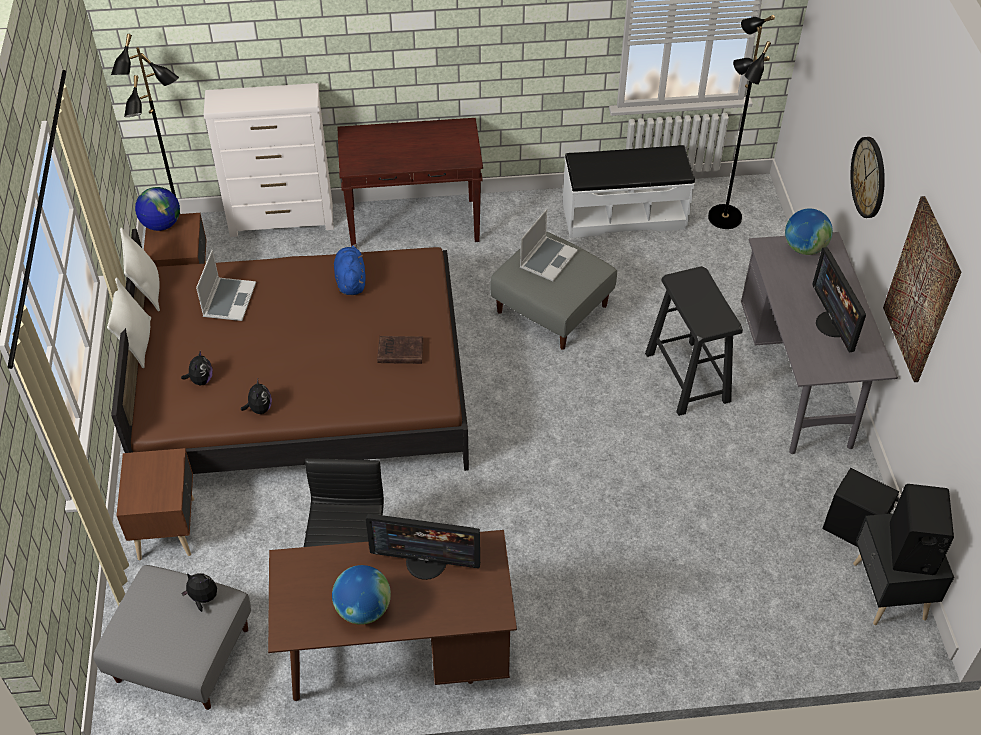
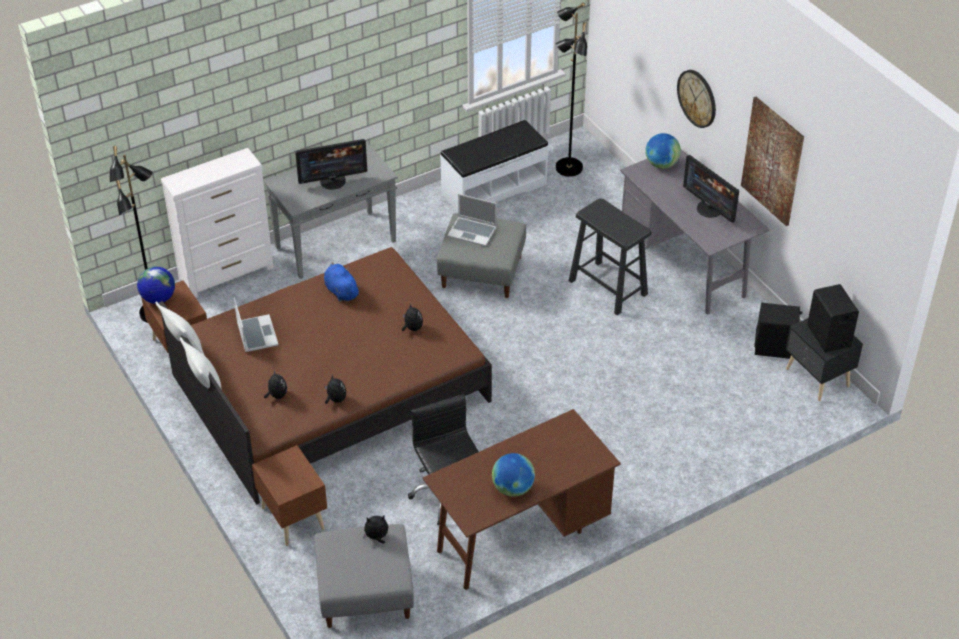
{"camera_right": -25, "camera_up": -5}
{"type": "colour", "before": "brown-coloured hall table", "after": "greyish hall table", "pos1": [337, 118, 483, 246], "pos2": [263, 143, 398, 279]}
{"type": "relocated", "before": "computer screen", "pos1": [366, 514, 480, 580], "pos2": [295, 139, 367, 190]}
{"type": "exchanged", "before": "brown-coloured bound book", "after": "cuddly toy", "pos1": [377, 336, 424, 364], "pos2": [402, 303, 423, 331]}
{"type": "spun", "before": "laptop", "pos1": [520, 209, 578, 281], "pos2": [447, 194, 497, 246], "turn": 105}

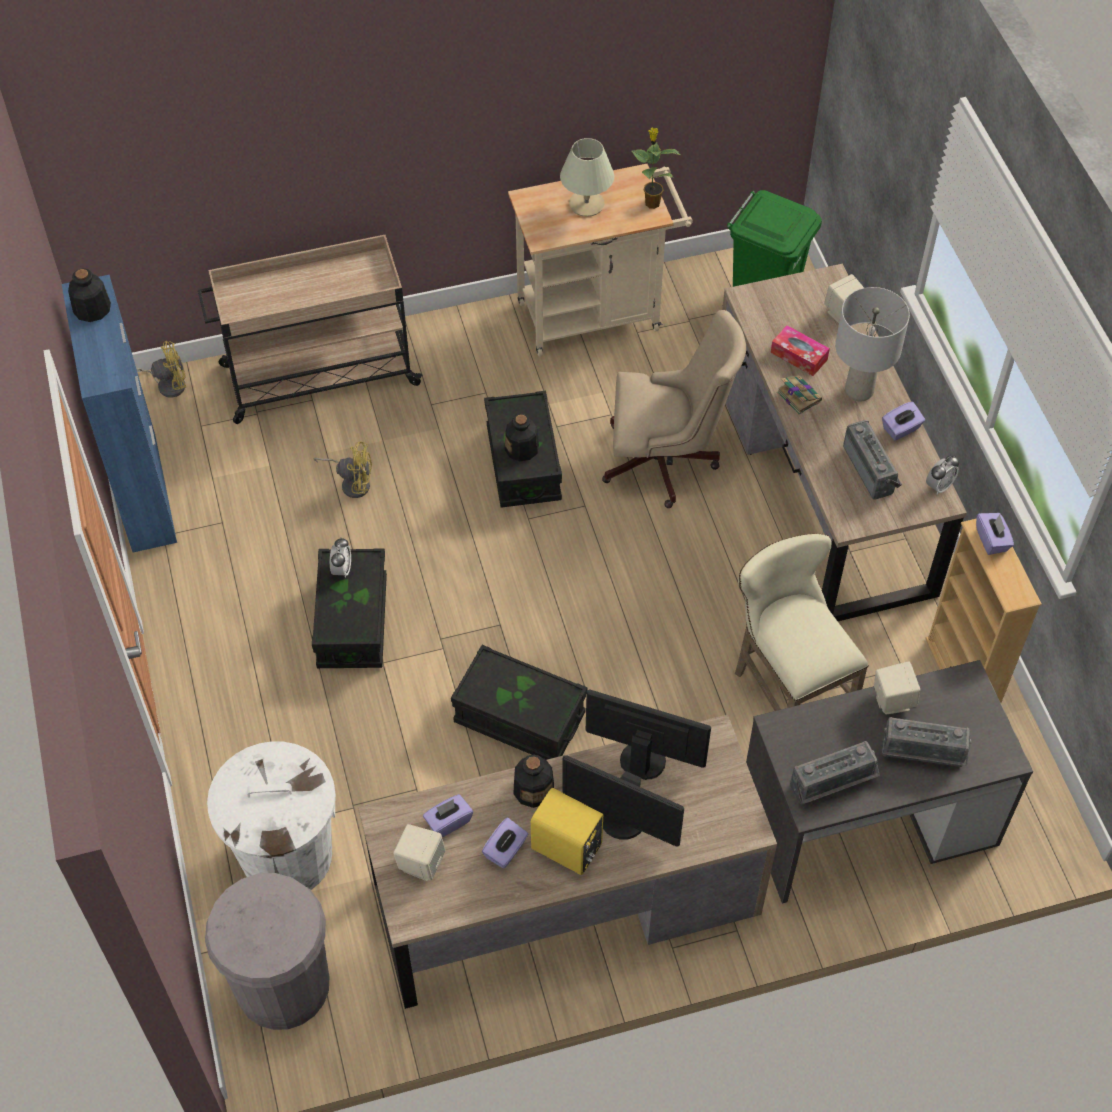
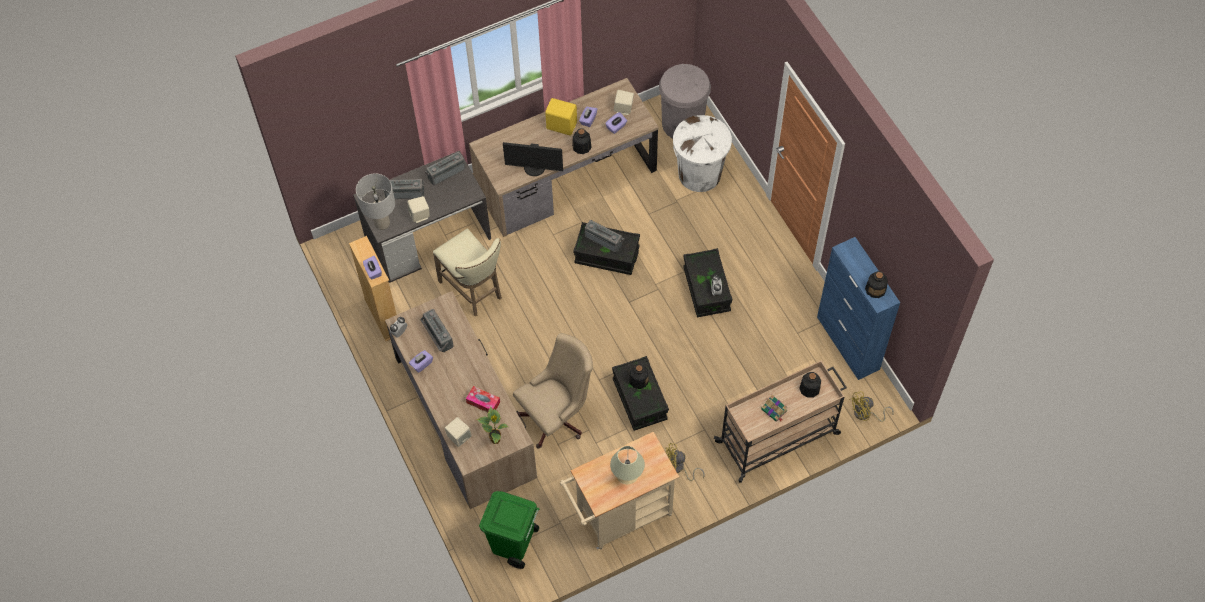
{"camera_right": 170, "camera_up": 5}
{"type": "relocated", "before": "greyish tabletop lamp", "pos1": [835, 287, 910, 402], "pos2": [356, 173, 395, 230]}
{"type": "relocated", "before": "plant in a pot", "pos1": [632, 128, 680, 209], "pos2": [477, 407, 508, 444]}
{"type": "spun", "before": "sand-coloured computer chair", "pos1": [602, 310, 746, 508], "pos2": [513, 333, 593, 449], "turn": 150}
{"type": "appeared", "after": "radio", "pos2": [585, 220, 624, 253]}
{"type": "relocated", "before": "yellow electric fan", "pos1": [314, 441, 372, 498], "pos2": [665, 443, 705, 481]}
{"type": "relocated", "before": "bound book", "pos1": [777, 375, 822, 415], "pos2": [761, 395, 787, 421]}
{"type": "appeared", "after": "beverage bottle", "pos2": [799, 372, 821, 398]}
{"type": "missing", "before": "computer screen", "pos1": [562, 755, 684, 847]}

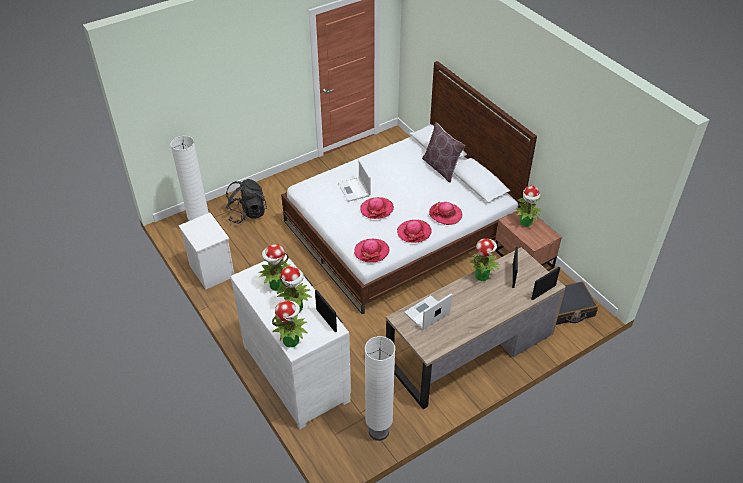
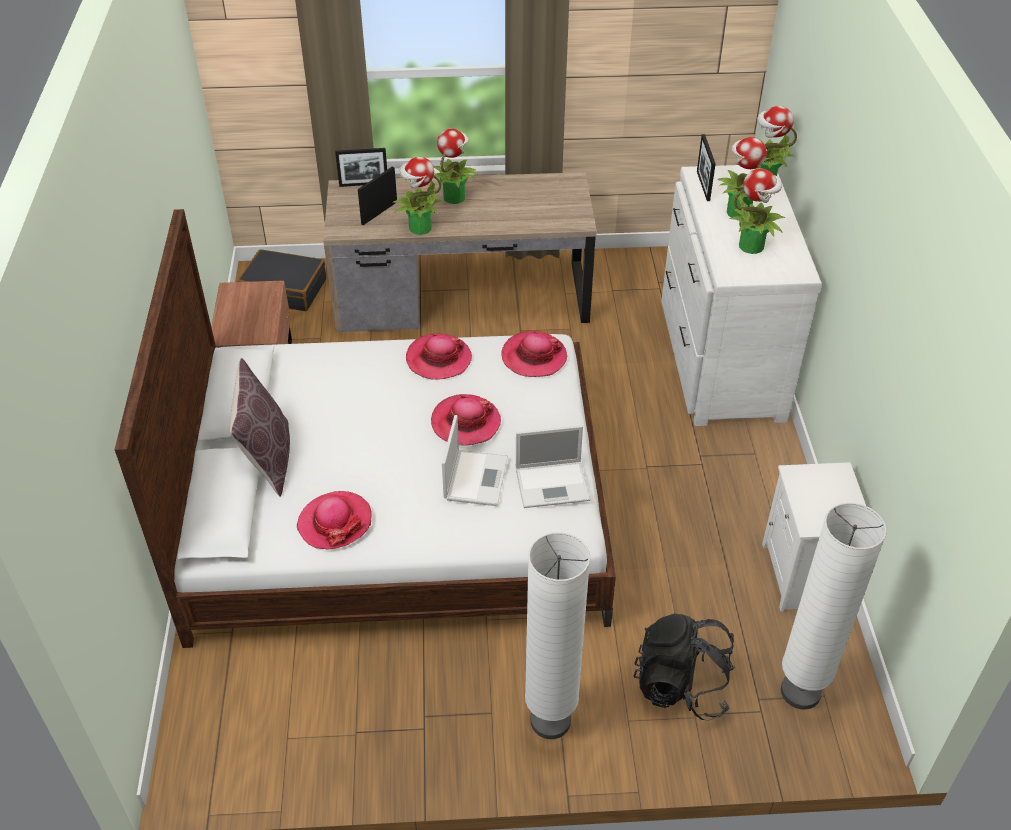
{"camera_right": -150, "camera_up": 0}
{"type": "relocated", "before": "hat", "pos1": [429, 202, 462, 225], "pos2": [297, 491, 372, 549]}
{"type": "relocated", "before": "plant in a pot", "pos1": [516, 185, 542, 226], "pos2": [434, 129, 480, 204]}
{"type": "relocated", "before": "laptop", "pos1": [404, 294, 452, 330], "pos2": [516, 425, 590, 508]}
{"type": "relocated", "before": "white standing lamp", "pos1": [365, 336, 395, 441], "pos2": [525, 532, 591, 739]}

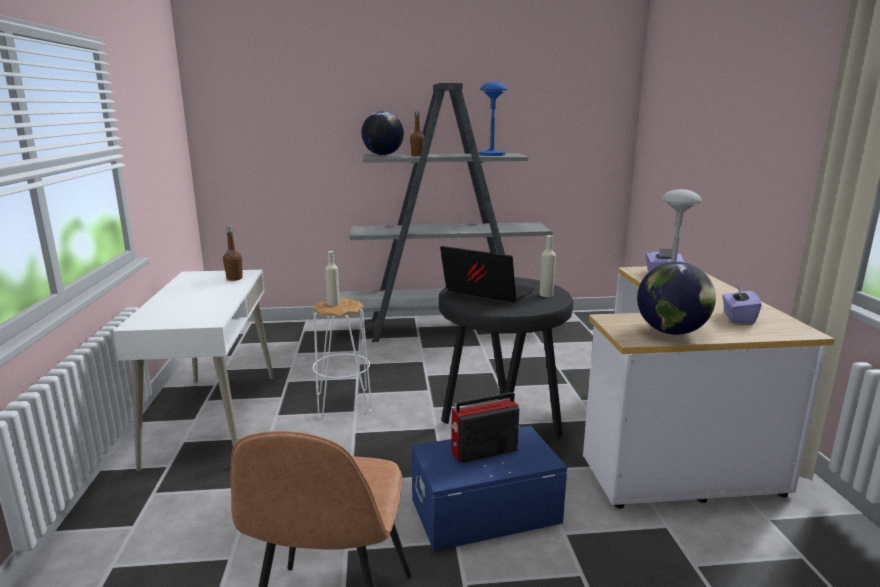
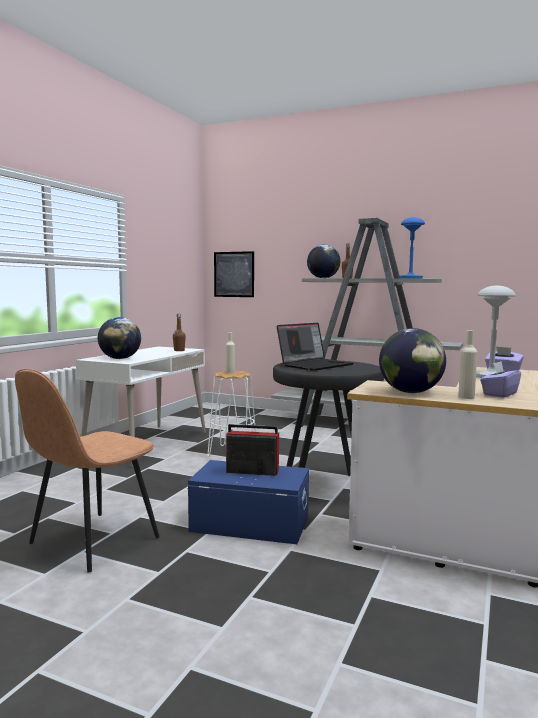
{"camera_right": 30, "camera_up": -10}
{"type": "appeared", "after": "world globe", "pos2": [98, 317, 141, 359]}
{"type": "appeared", "after": "picture", "pos2": [214, 251, 254, 297]}
{"type": "spun", "before": "laptop", "pos1": [440, 246, 535, 302], "pos2": [277, 323, 354, 371], "turn": 75}
{"type": "relocated", "before": "sand-coloured beverage bottle", "pos1": [539, 235, 556, 297], "pos2": [458, 330, 477, 399]}

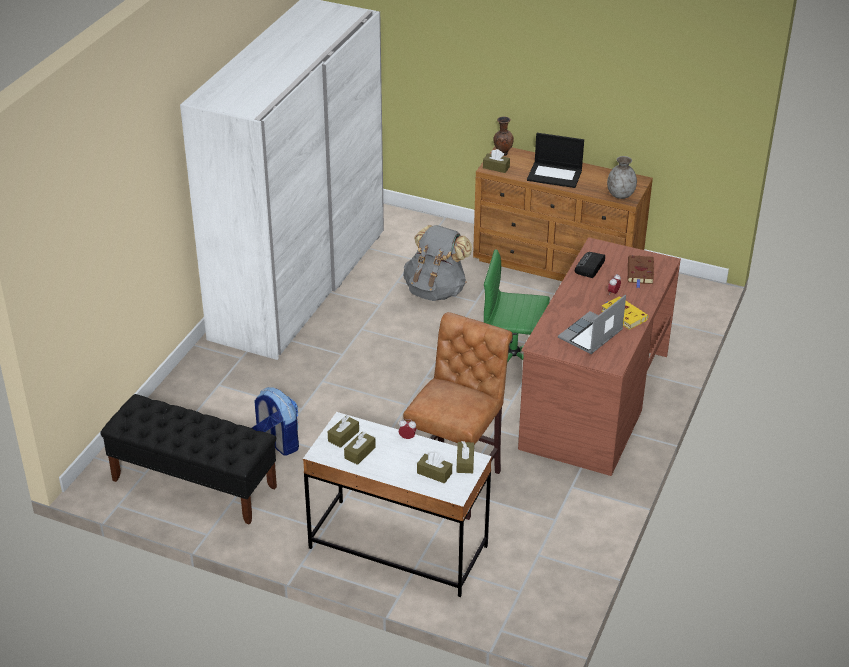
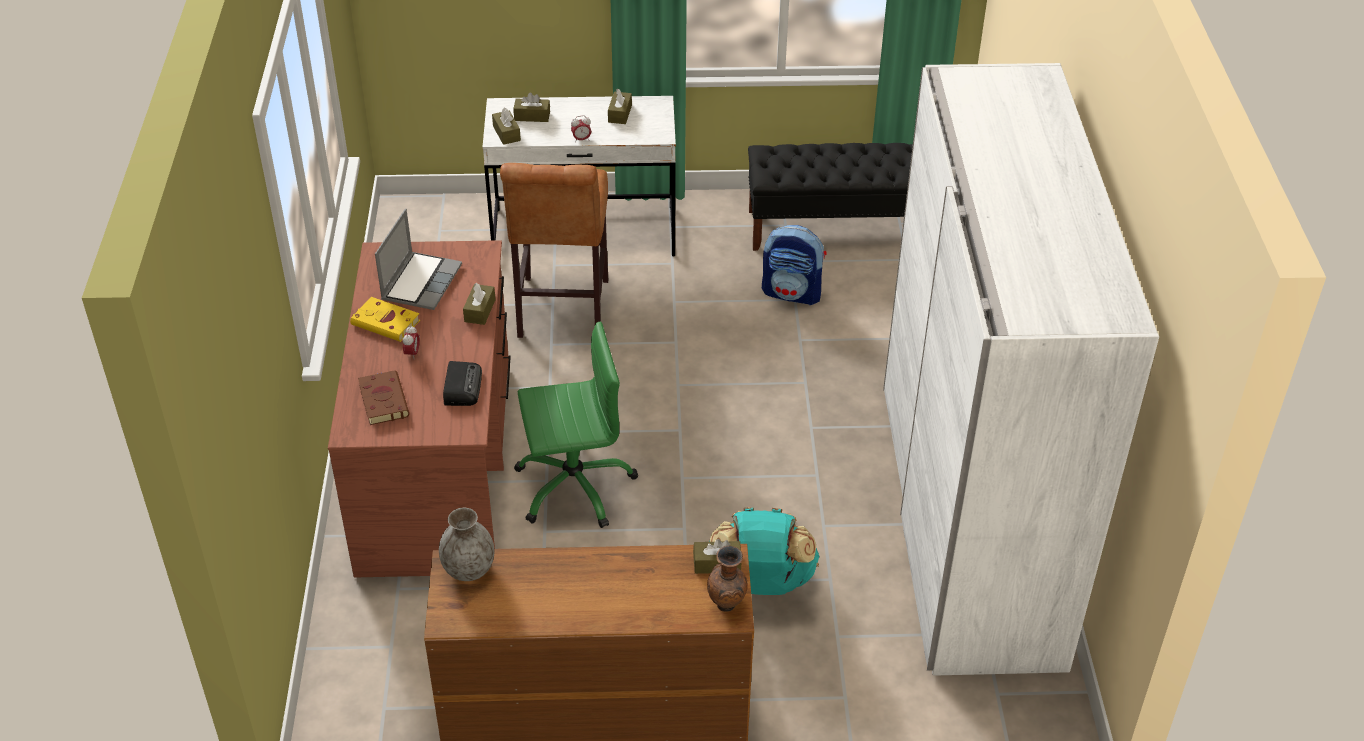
{"camera_right": 155, "camera_up": 5}
{"type": "relocated", "before": "brown-coloured box of tissues", "pos1": [328, 415, 359, 448], "pos2": [463, 283, 496, 325]}
{"type": "colour", "before": "greyish knapsack", "after": "turquoise-coloured knapsack", "pos1": [403, 225, 472, 301], "pos2": [709, 507, 819, 595]}
{"type": "missing", "before": "laptop", "pos1": [527, 133, 584, 188]}

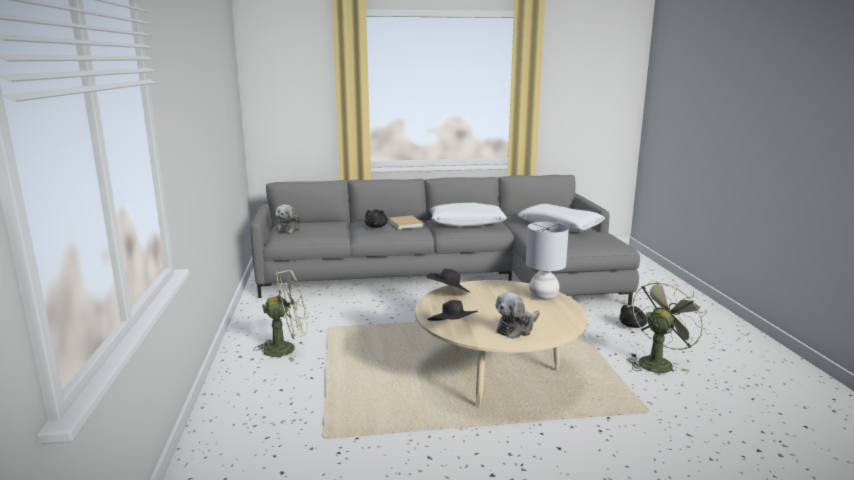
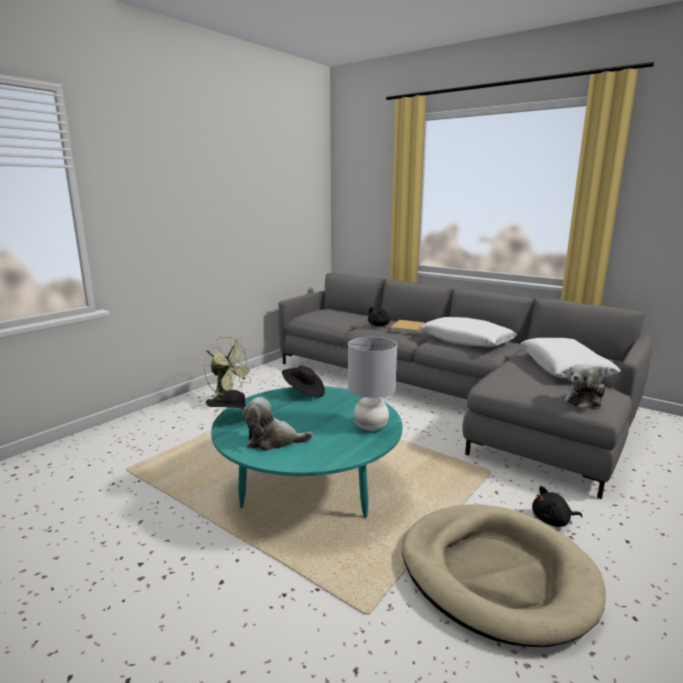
{"camera_right": 45, "camera_up": 0}
{"type": "colour", "before": "sand-coloured low table", "after": "turquoise-coloured low table", "pos1": [415, 280, 588, 408], "pos2": [211, 386, 402, 518]}
{"type": "exchanged", "before": "green-coloured electric fan", "after": "sand-coloured dog bed", "pos1": [627, 279, 707, 373], "pos2": [402, 504, 606, 647]}
{"type": "relocated", "before": "cuddly toy", "pos1": [275, 205, 301, 233], "pos2": [565, 364, 605, 409]}

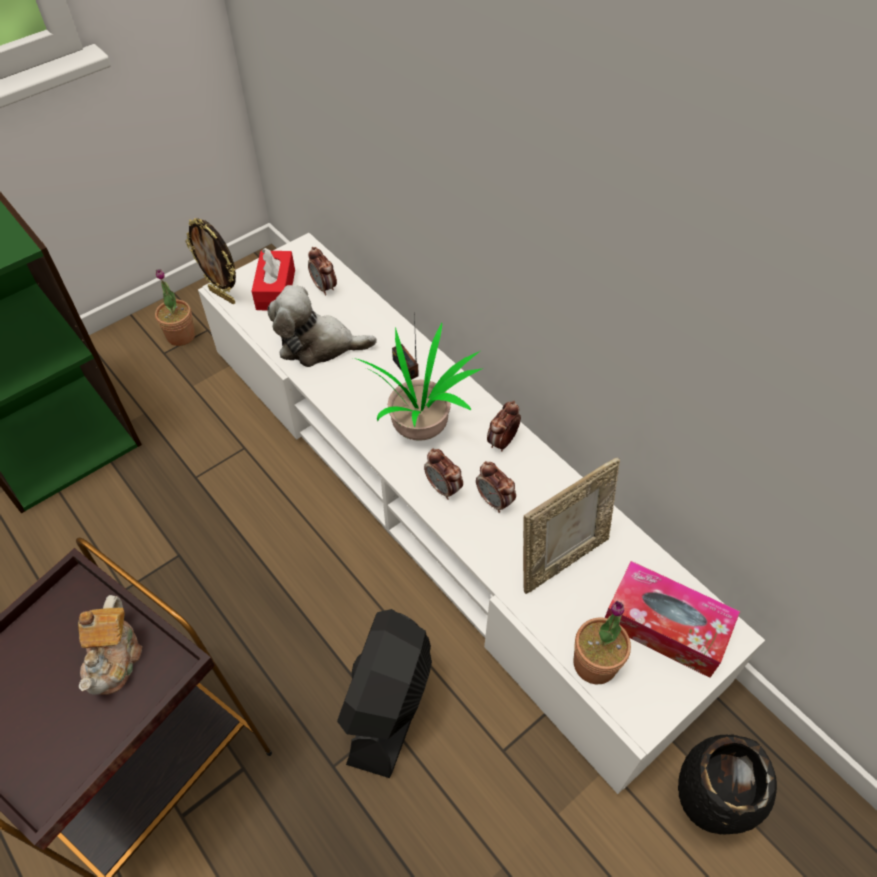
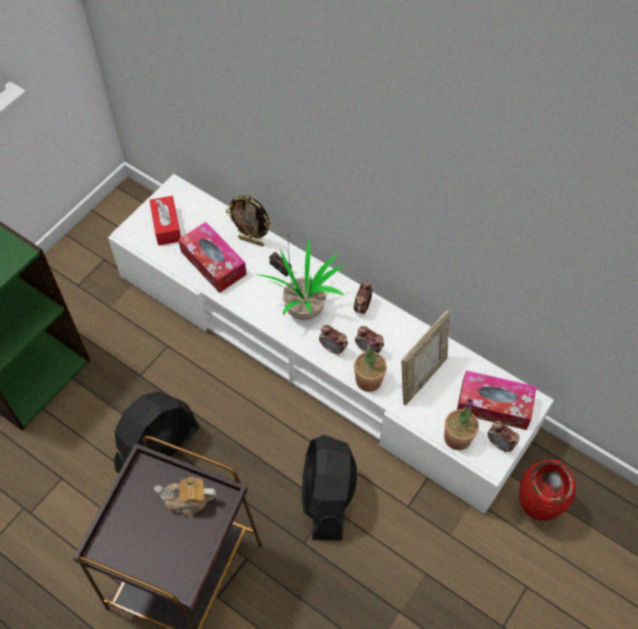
{"camera_right": -15, "camera_up": 5}
{"type": "appeared", "after": "blackish electric fan", "pos2": [114, 391, 200, 473]}
{"type": "spun", "before": "teapot", "pos1": [78, 595, 142, 695], "pos2": [154, 477, 216, 516], "turn": 105}
{"type": "exchanged", "before": "cuddly toy", "after": "box of tissues", "pos1": [268, 285, 377, 367], "pos2": [178, 222, 247, 293]}
{"type": "relocated", "before": "standing frame", "pos1": [185, 218, 236, 304], "pos2": [226, 195, 272, 247]}
{"type": "relocated", "before": "plant in a pot", "pos1": [155, 269, 195, 346], "pos2": [354, 338, 387, 392]}
{"type": "relocated", "before": "table clock", "pos1": [308, 247, 337, 295], "pos2": [487, 421, 519, 453]}
{"type": "colour", "before": "blackish decorative vase", "after": "red decorative vase", "pos1": [678, 734, 777, 835], "pos2": [519, 459, 576, 520]}

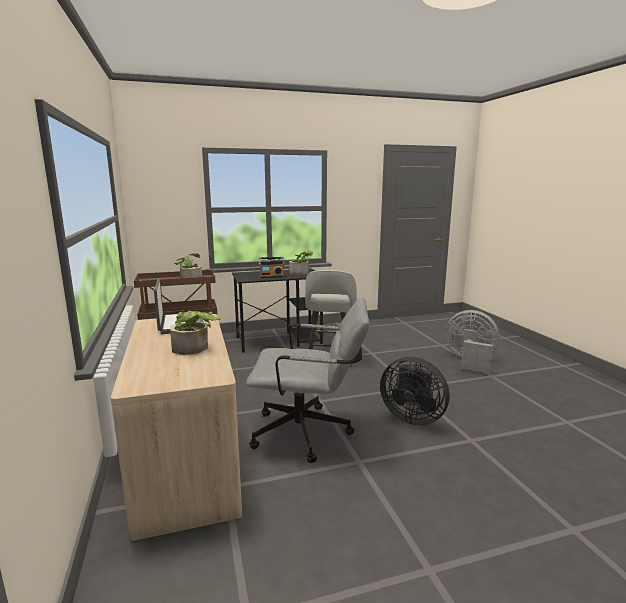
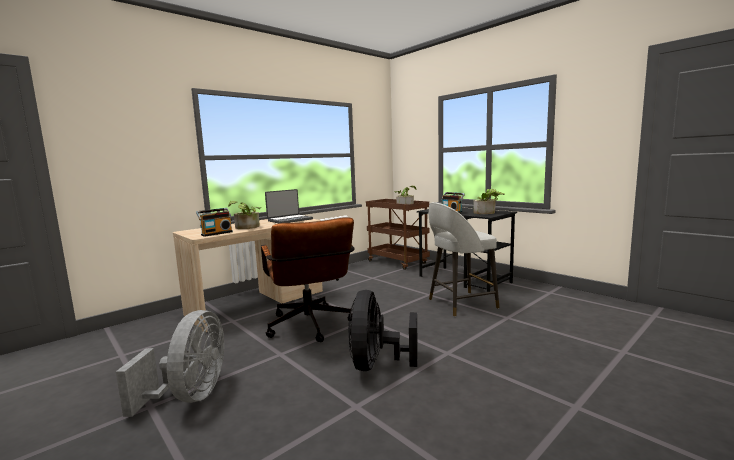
{"camera_right": 65, "camera_up": -5}
{"type": "relocated", "before": "greyish electric fan", "pos1": [445, 310, 499, 373], "pos2": [116, 310, 224, 417]}
{"type": "appeared", "after": "radio", "pos2": [196, 208, 233, 237]}
{"type": "colour", "before": "greyish computer chair", "after": "brown-coloured computer chair", "pos1": [246, 297, 369, 463], "pos2": [261, 217, 354, 342]}

